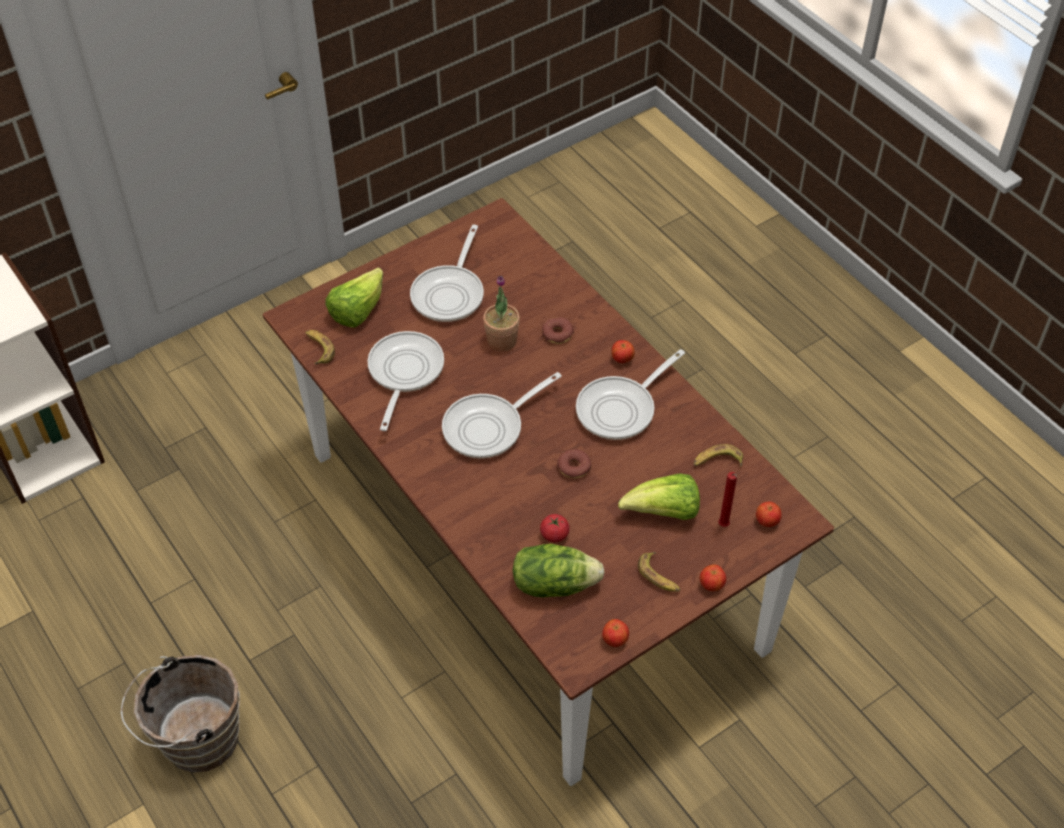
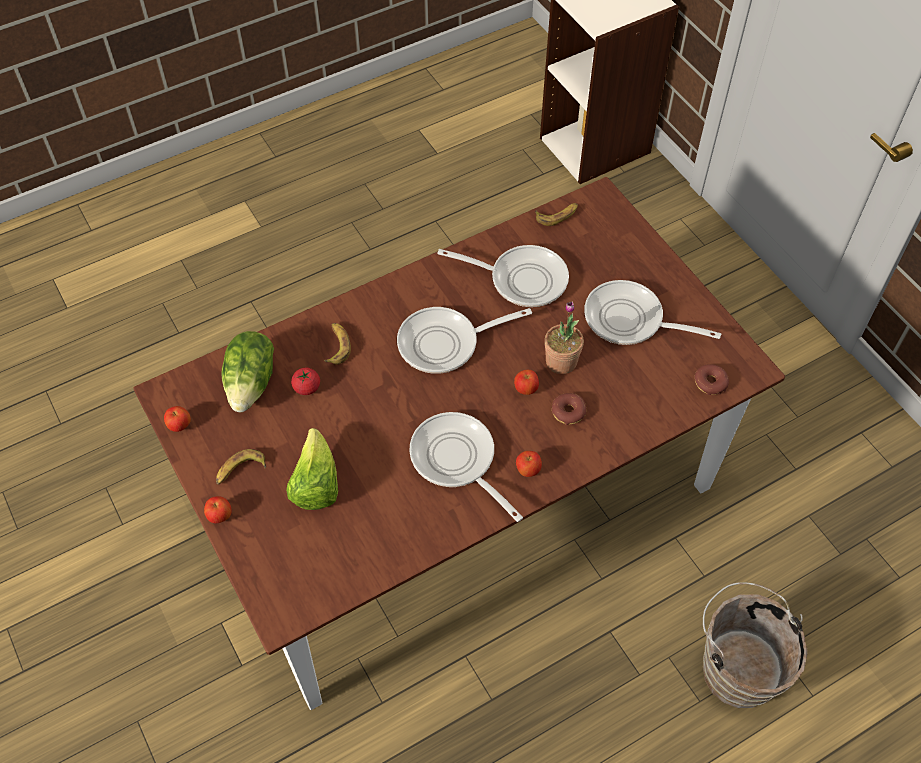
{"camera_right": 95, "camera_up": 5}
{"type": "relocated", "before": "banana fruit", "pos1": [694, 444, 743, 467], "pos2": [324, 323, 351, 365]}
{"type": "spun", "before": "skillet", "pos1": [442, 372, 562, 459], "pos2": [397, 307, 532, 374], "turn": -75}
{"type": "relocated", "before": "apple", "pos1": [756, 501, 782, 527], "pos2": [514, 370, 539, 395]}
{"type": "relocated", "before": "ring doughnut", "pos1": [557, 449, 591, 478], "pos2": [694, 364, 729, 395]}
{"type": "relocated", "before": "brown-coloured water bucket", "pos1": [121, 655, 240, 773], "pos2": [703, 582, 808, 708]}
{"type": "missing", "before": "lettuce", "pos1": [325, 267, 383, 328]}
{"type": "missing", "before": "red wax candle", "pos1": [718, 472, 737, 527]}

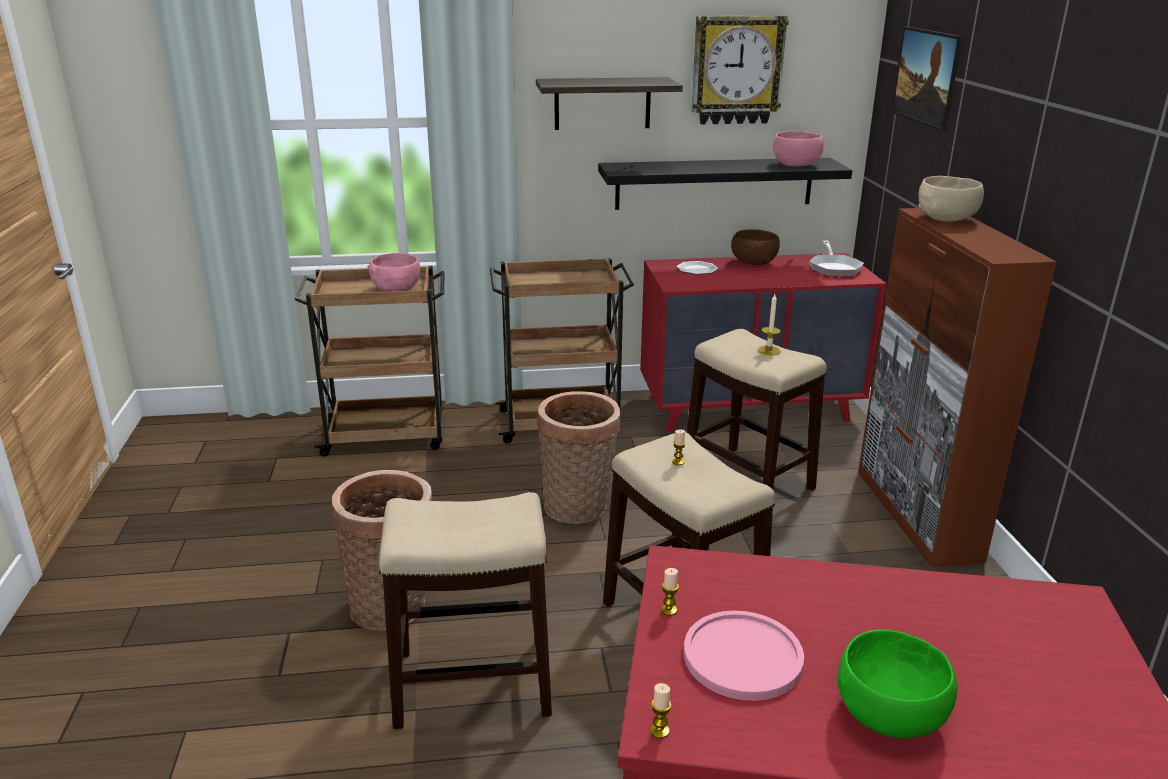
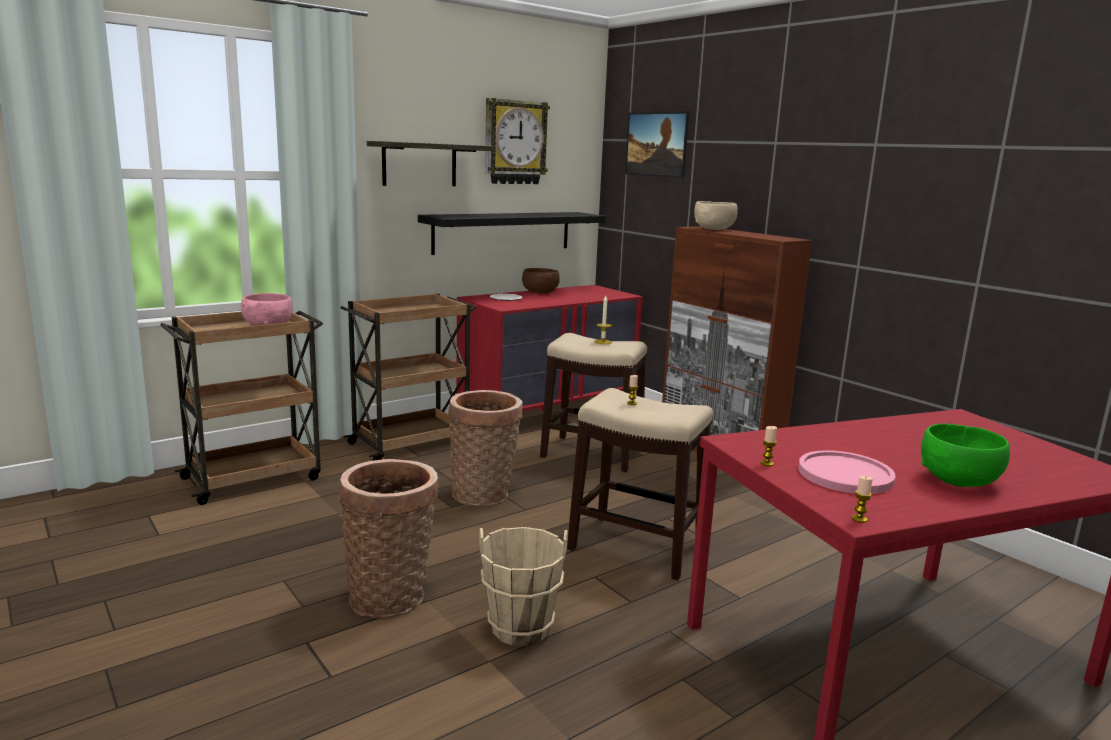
{"camera_right": -30, "camera_up": -10}
{"type": "exchanged", "before": "stool", "after": "sand-coloured water bucket", "pos1": [379, 492, 552, 729], "pos2": [479, 527, 568, 646]}
{"type": "missing", "before": "pink-coloured serving bowl", "pos1": [773, 131, 824, 167]}
{"type": "missing", "before": "skillet", "pos1": [809, 241, 864, 277]}

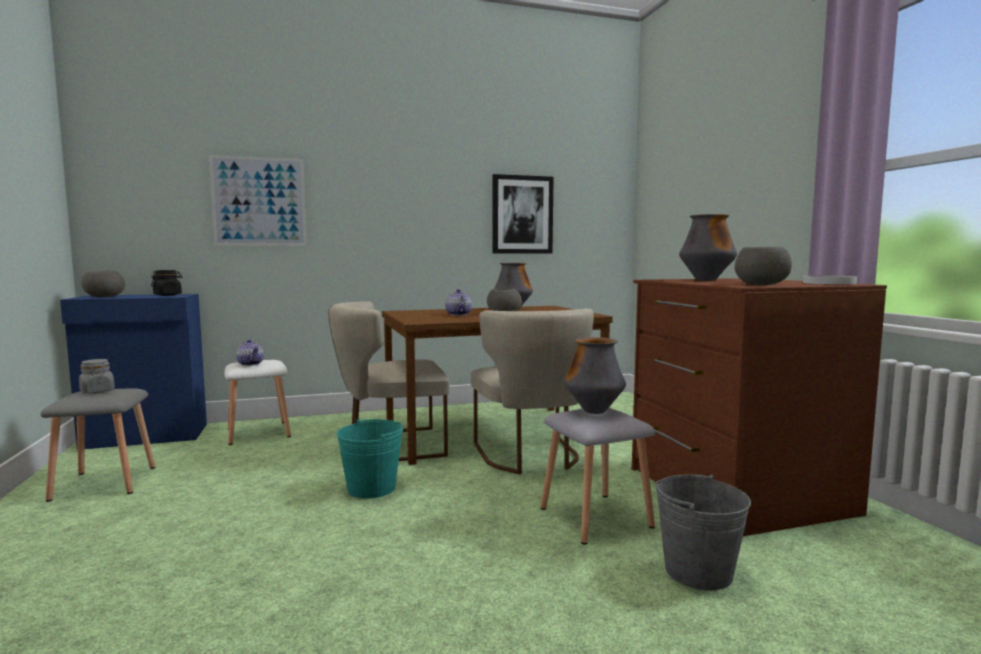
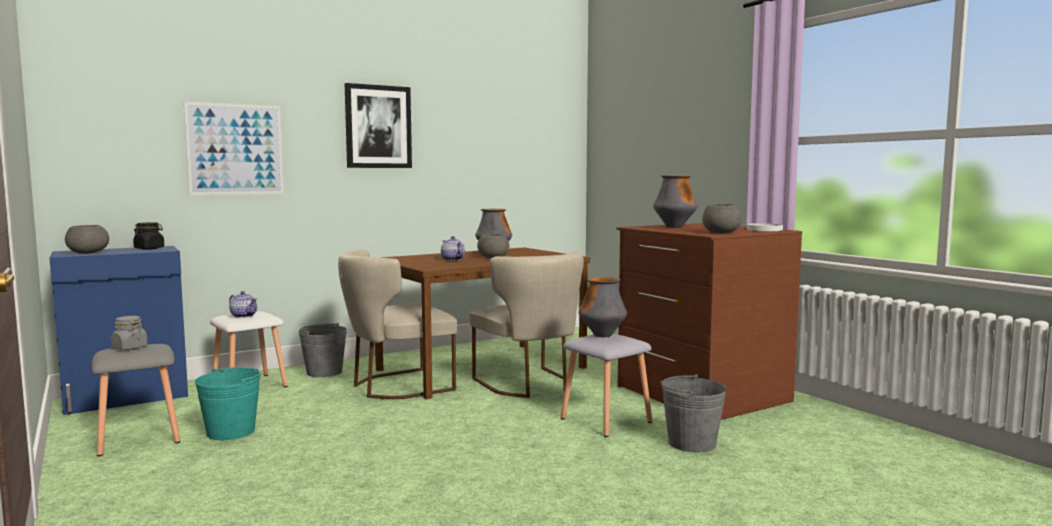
{"camera_right": -15, "camera_up": 0}
{"type": "relocated", "before": "turquoise-coloured water bucket", "pos1": [337, 419, 403, 499], "pos2": [195, 367, 261, 440]}
{"type": "appeared", "after": "greyish water bucket", "pos2": [299, 323, 347, 377]}
{"type": "relocated", "before": "picture", "pos1": [493, 174, 554, 254], "pos2": [345, 83, 412, 168]}

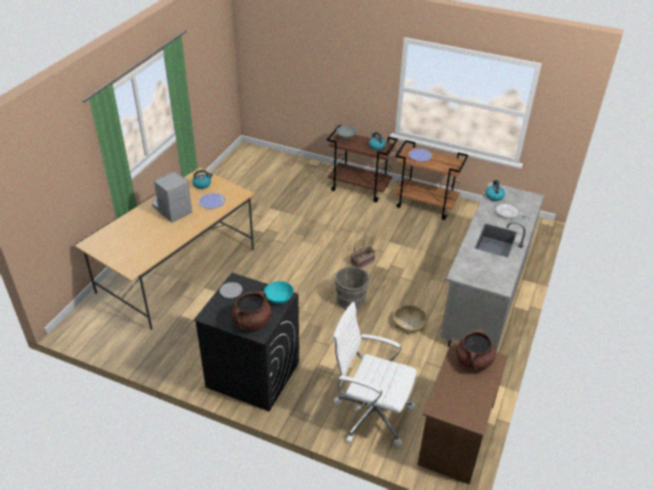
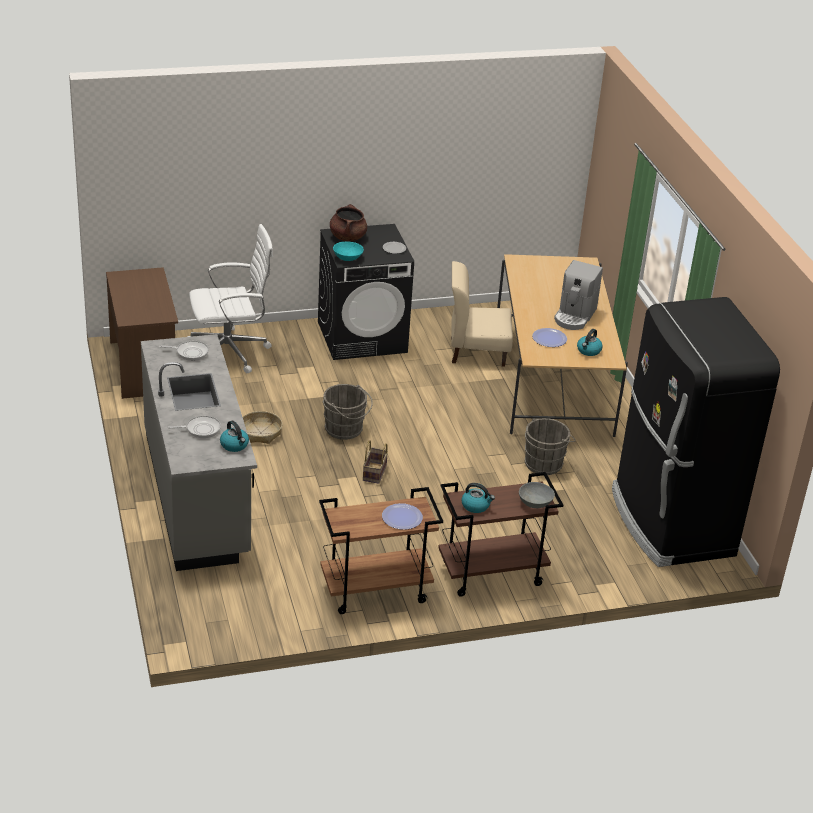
{"camera_right": 140, "camera_up": -5}
{"type": "appeared", "after": "skillet", "pos2": [159, 341, 209, 361]}
{"type": "appeared", "after": "sand-coloured upright chair", "pos2": [451, 261, 513, 367]}
{"type": "appeared", "after": "greyish water bucket", "pos2": [525, 418, 576, 475]}
{"type": "spun", "before": "coffee machine", "pos1": [152, 172, 192, 222], "pos2": [554, 260, 603, 330], "turn": 105}
{"type": "appeared", "after": "blackish fridge", "pos2": [612, 297, 780, 567]}
{"type": "missing", "before": "brown-coloured stockpot", "pos1": [456, 329, 496, 371]}

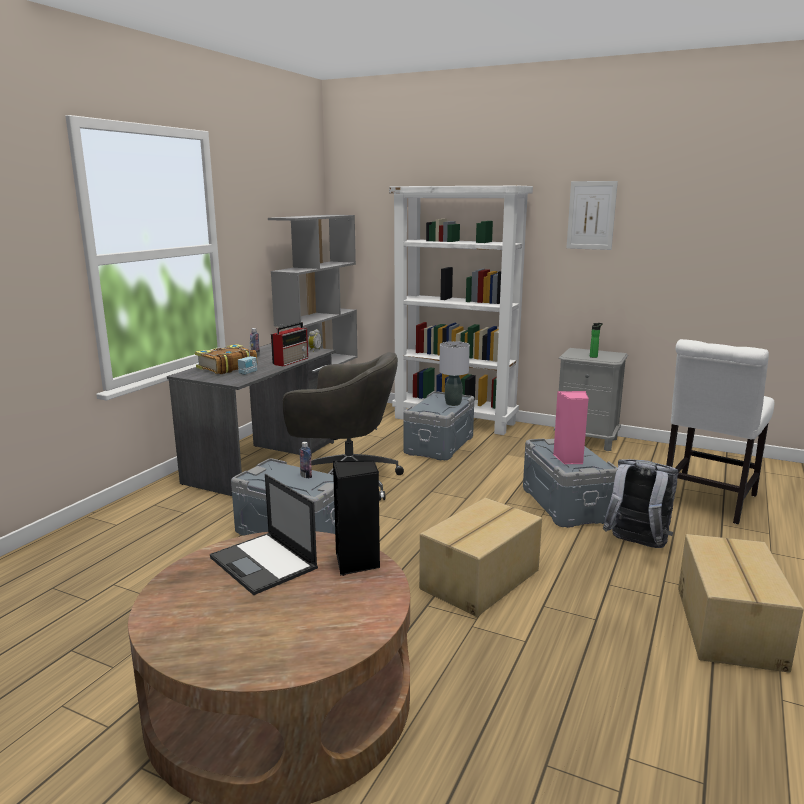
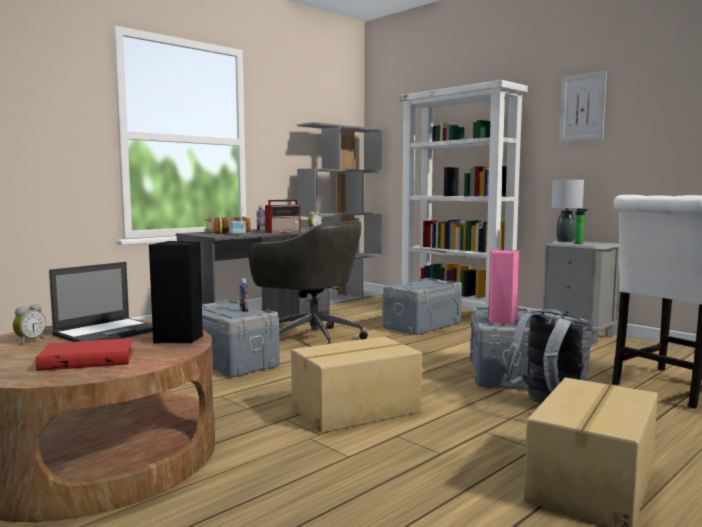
{"camera_right": 20, "camera_up": -10}
{"type": "appeared", "after": "table clock", "pos2": [13, 304, 46, 344]}
{"type": "appeared", "after": "red bound book", "pos2": [36, 338, 133, 371]}
{"type": "spun", "before": "laptop", "pos1": [210, 474, 318, 595], "pos2": [49, 262, 153, 342], "turn": -120}
{"type": "relocated", "before": "greyish tabletop lamp", "pos1": [439, 341, 470, 406], "pos2": [552, 180, 584, 242]}

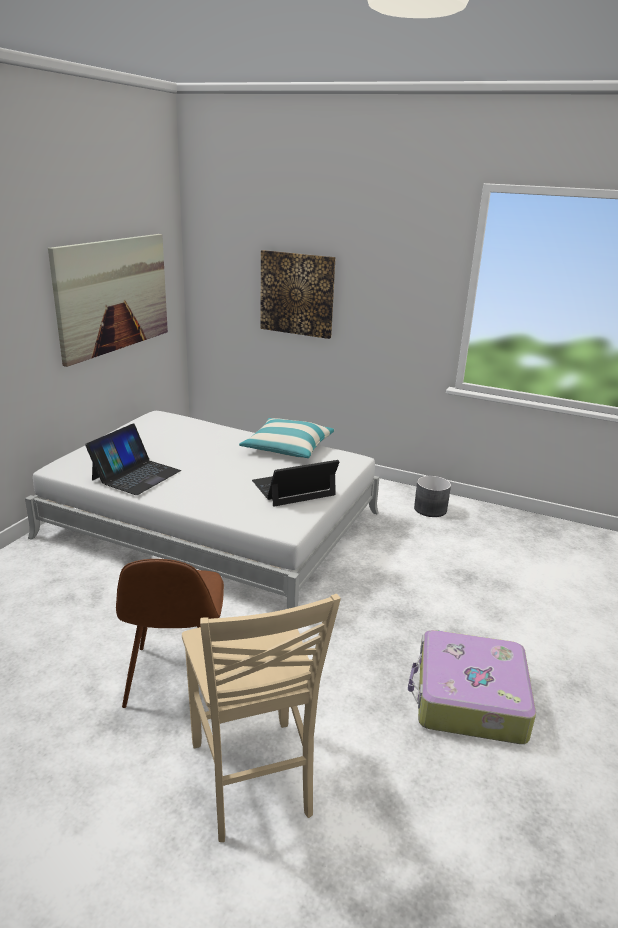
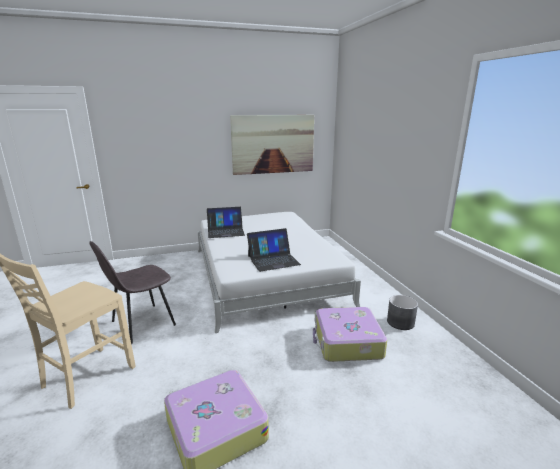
{"camera_right": 50, "camera_up": -5}
{"type": "colour", "before": "brown-coloured upright chair", "after": "greyish upright chair", "pos1": [116, 559, 224, 708], "pos2": [90, 241, 176, 344]}
{"type": "spun", "before": "laptop", "pos1": [252, 460, 339, 506], "pos2": [247, 228, 301, 272], "turn": 135}
{"type": "appeared", "after": "travel case", "pos2": [313, 307, 387, 362]}
{"type": "missing", "before": "pillow", "pos1": [239, 418, 335, 458]}
{"type": "missing", "before": "picture", "pos1": [260, 250, 336, 339]}

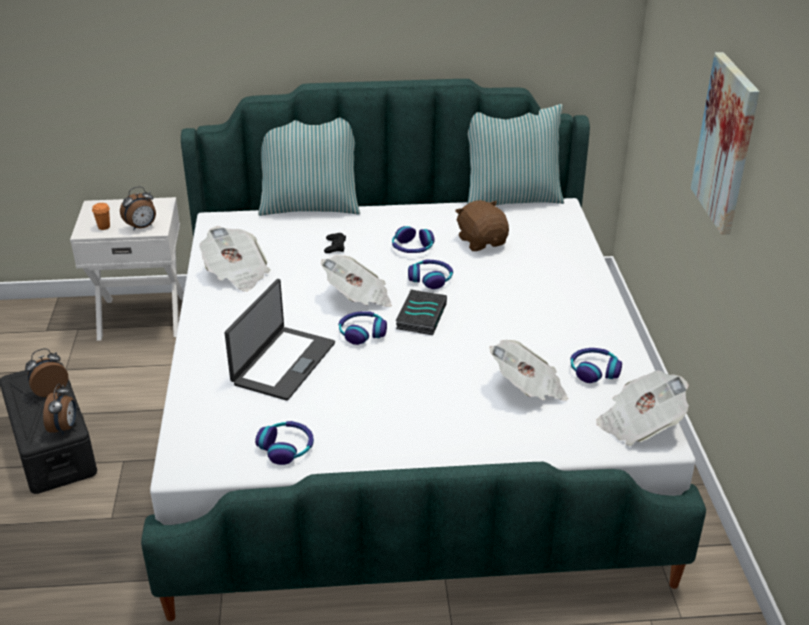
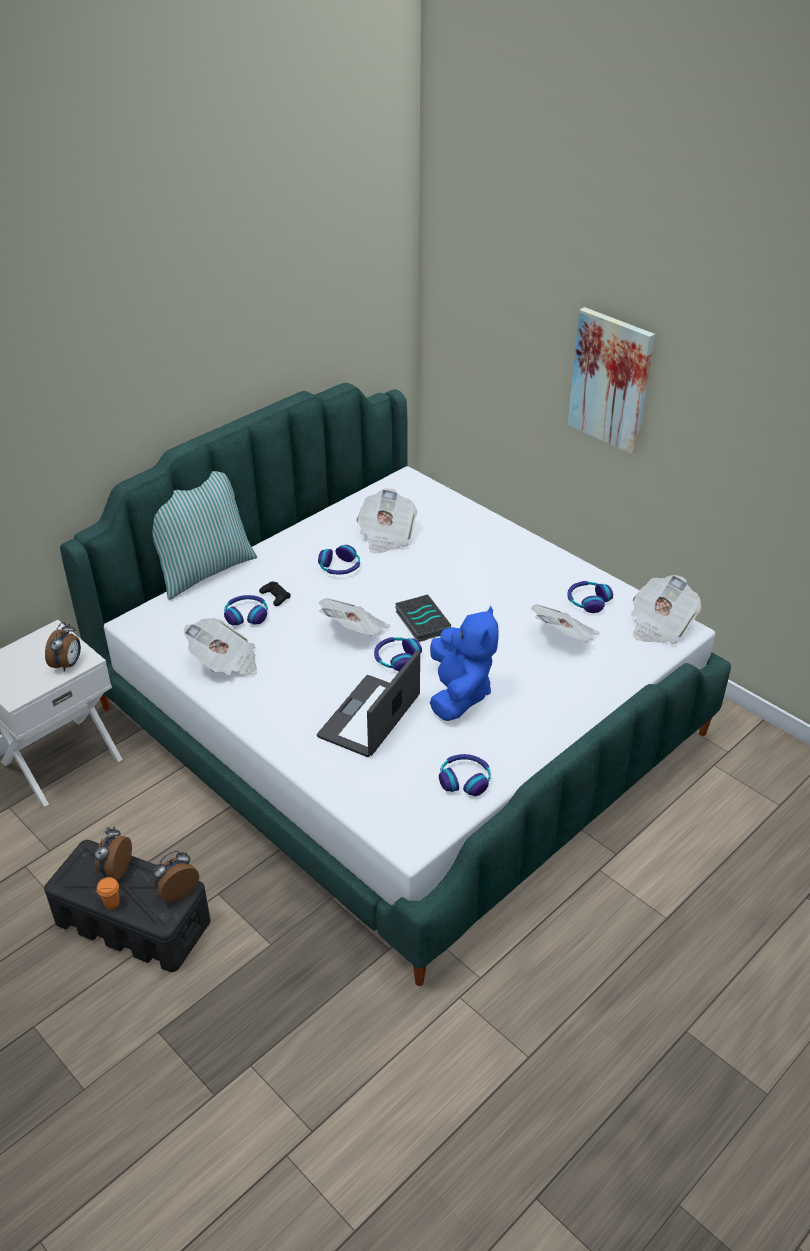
{"camera_right": -40, "camera_up": 5}
{"type": "relocated", "before": "orangey cup", "pos1": [92, 203, 110, 230], "pos2": [97, 877, 120, 910]}
{"type": "spun", "before": "table clock", "pos1": [43, 384, 76, 435], "pos2": [153, 851, 199, 902], "turn": -90}
{"type": "relocated", "before": "headset", "pos1": [408, 260, 453, 289], "pos2": [224, 595, 268, 626]}
{"type": "spun", "before": "laptop", "pos1": [225, 279, 335, 401], "pos2": [317, 650, 420, 757], "turn": -135}
{"type": "exchanged", "before": "brown-coloured cuddly toy", "after": "daily paper", "pos1": [455, 200, 509, 251], "pos2": [357, 489, 417, 554]}
{"type": "appeared", "after": "bluish cuddly toy", "pos2": [430, 605, 499, 721]}
{"type": "missing", "before": "pillow", "pos1": [467, 104, 564, 205]}

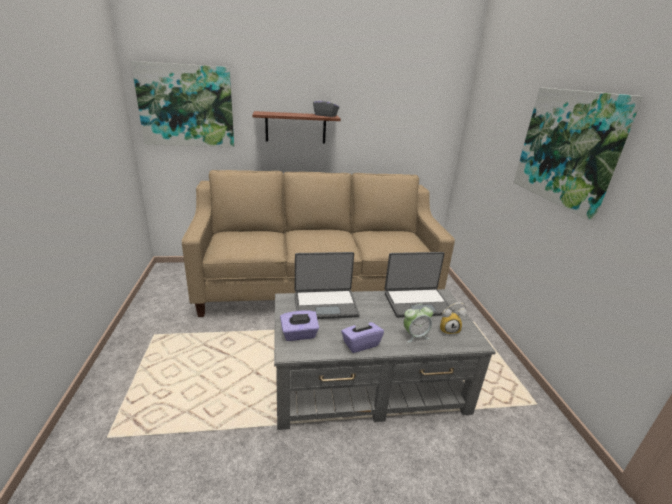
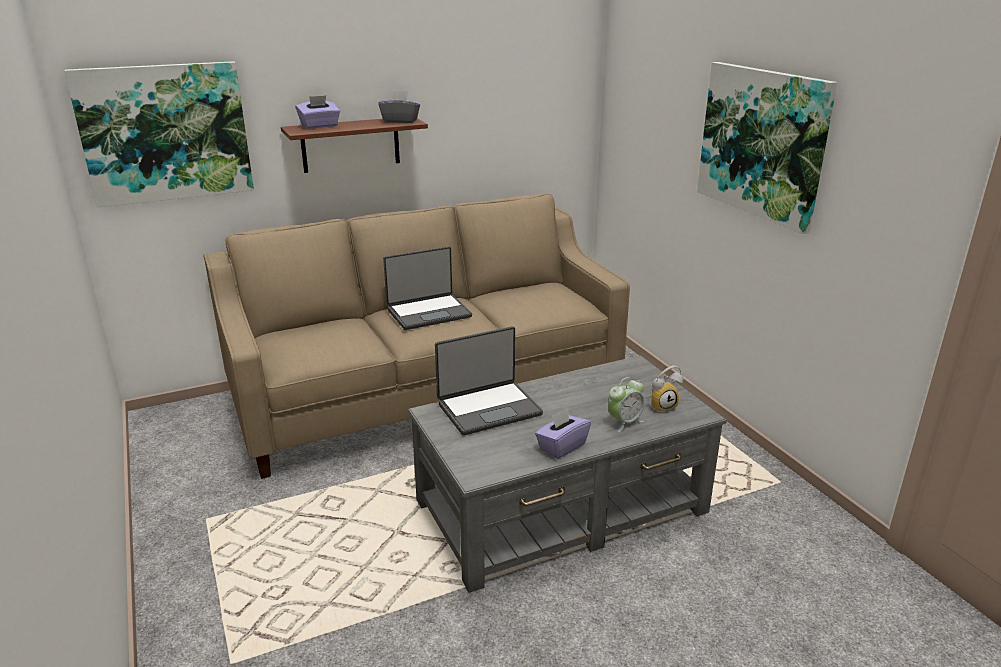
{"camera_right": -15, "camera_up": 0}
{"type": "relocated", "before": "purplish box of tissues", "pos1": [280, 310, 319, 341], "pos2": [296, 95, 340, 129]}
{"type": "relocated", "before": "laptop", "pos1": [385, 252, 454, 318], "pos2": [383, 246, 472, 330]}

